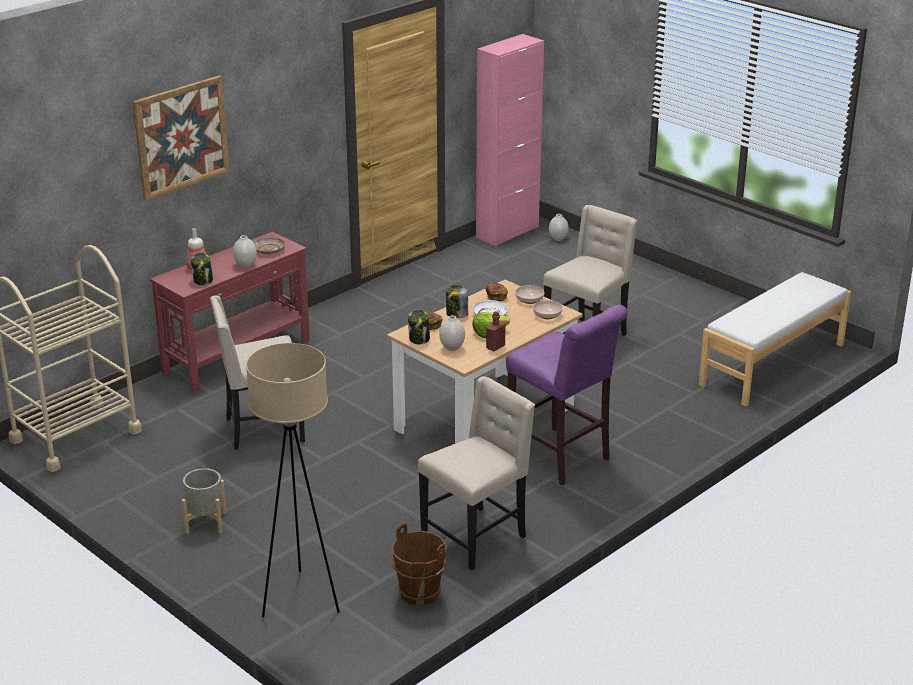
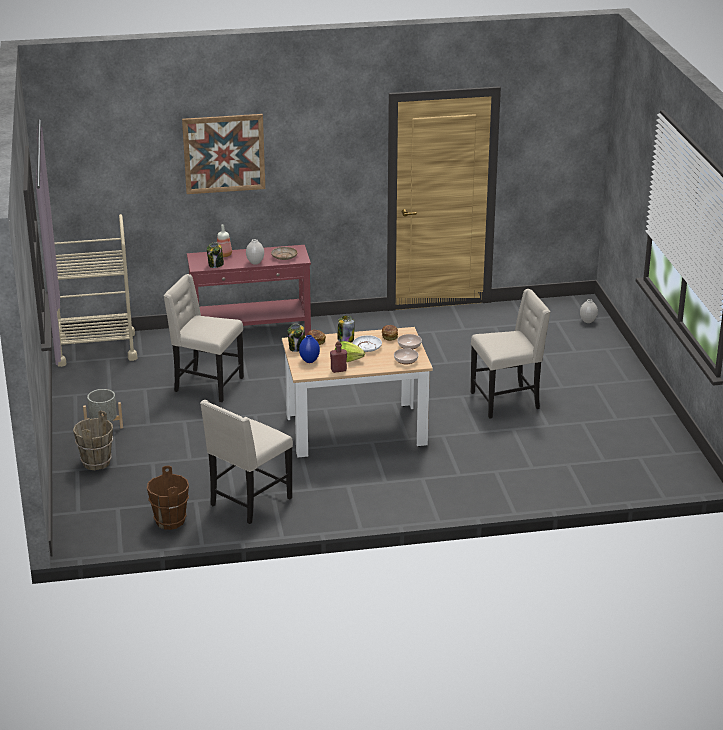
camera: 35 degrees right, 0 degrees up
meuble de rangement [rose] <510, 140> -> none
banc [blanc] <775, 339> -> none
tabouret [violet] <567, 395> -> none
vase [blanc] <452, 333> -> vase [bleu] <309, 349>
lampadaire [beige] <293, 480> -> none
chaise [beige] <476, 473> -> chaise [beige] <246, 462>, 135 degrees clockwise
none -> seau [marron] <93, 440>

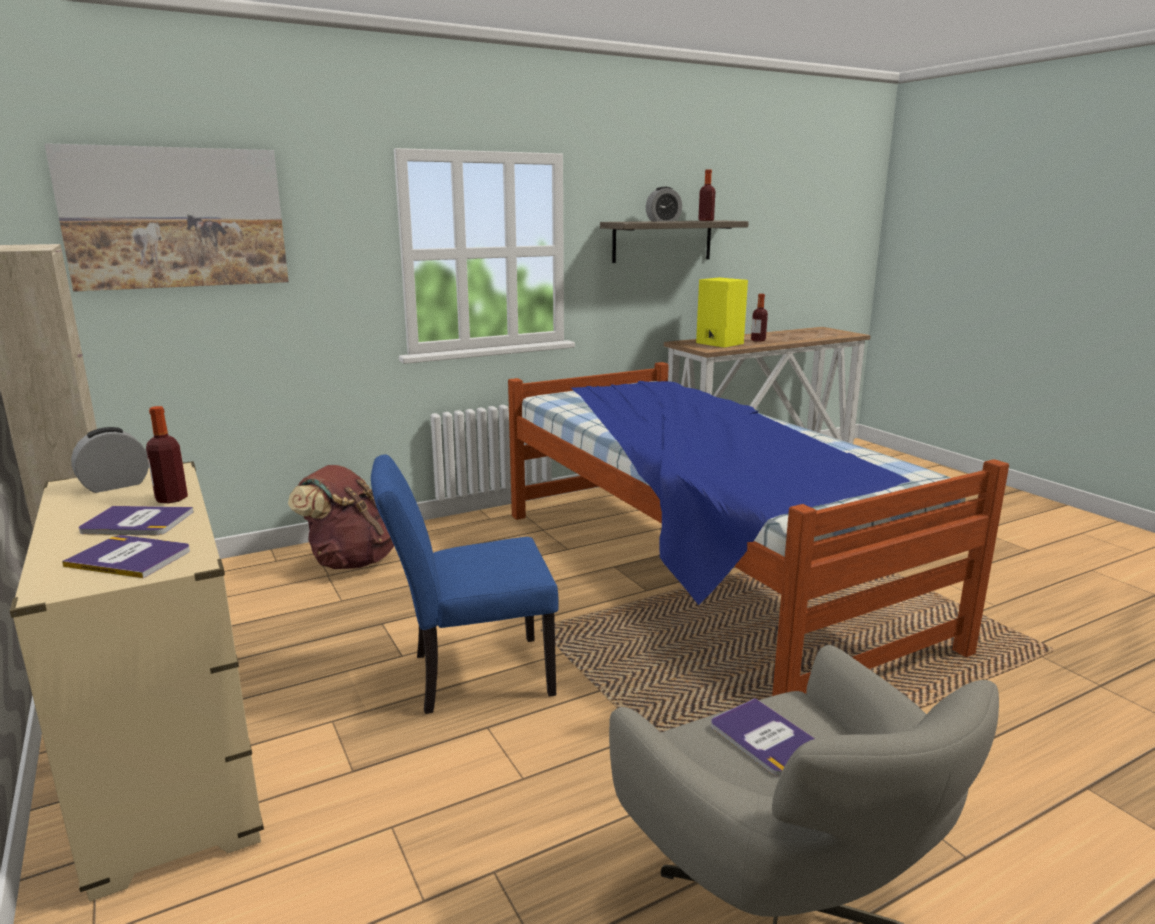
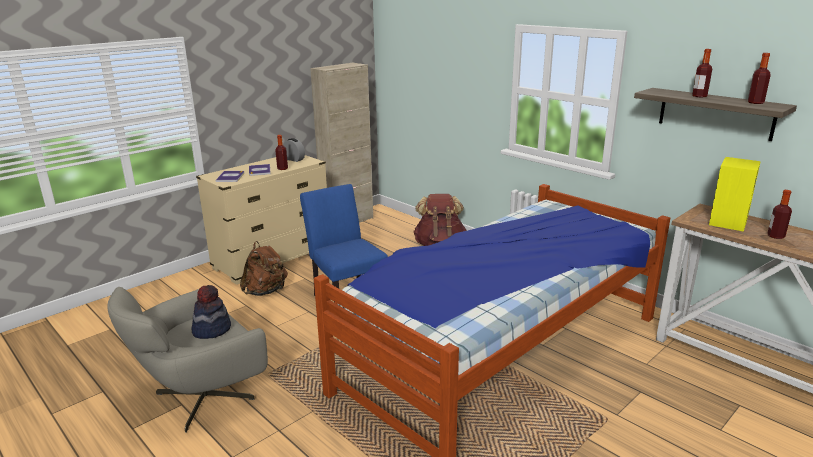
camera: 75 degrees right, 5 degrees up
tableau <166, 217> -> none
réveil <664, 204> -> bouteille <702, 73>
livre <763, 737> -> chapeau <211, 312>
none -> sac à dos [marron] <264, 268>

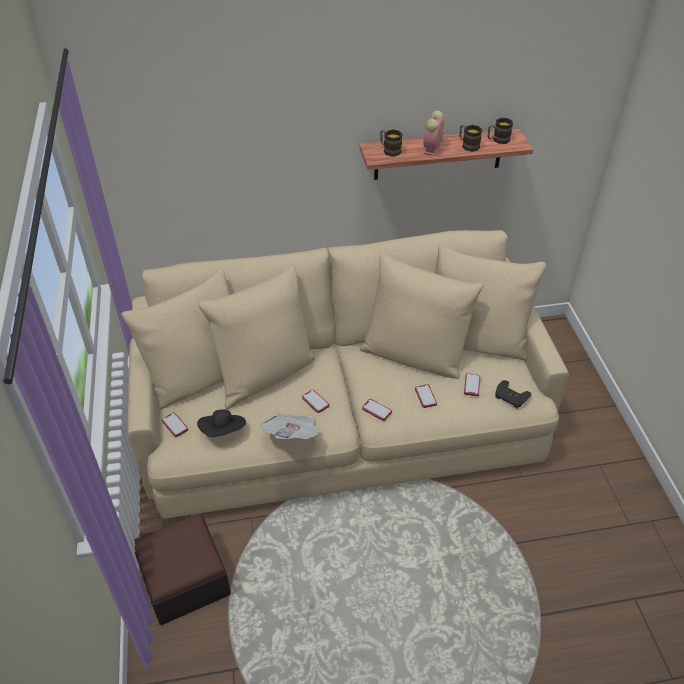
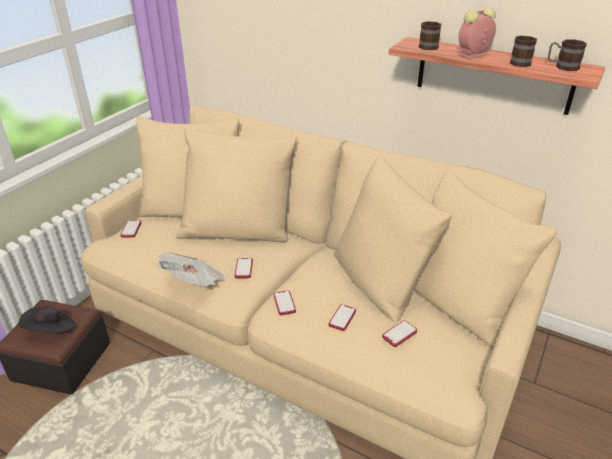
camera: 40 degrees right, 10 degrees down
manette [noir] <513, 394> -> none
chapeau [noir] <221, 423> -> chapeau [noir] <47, 319>, move

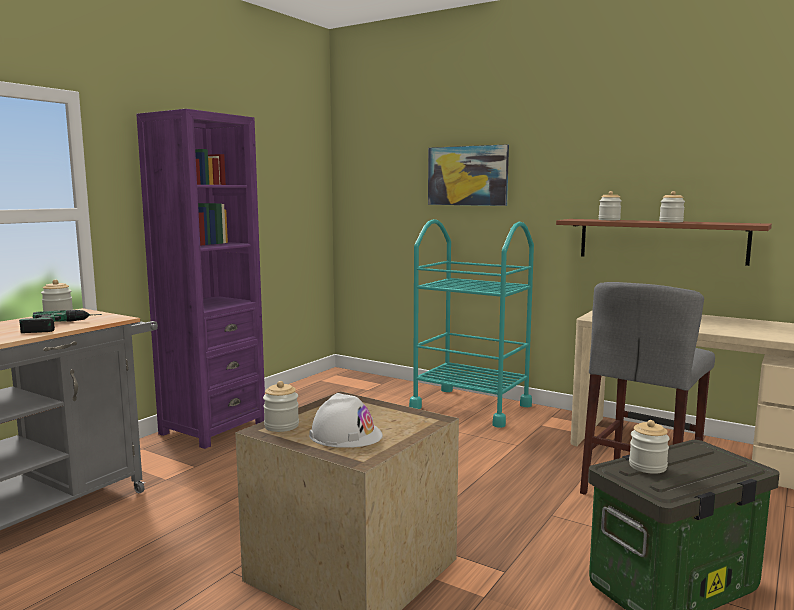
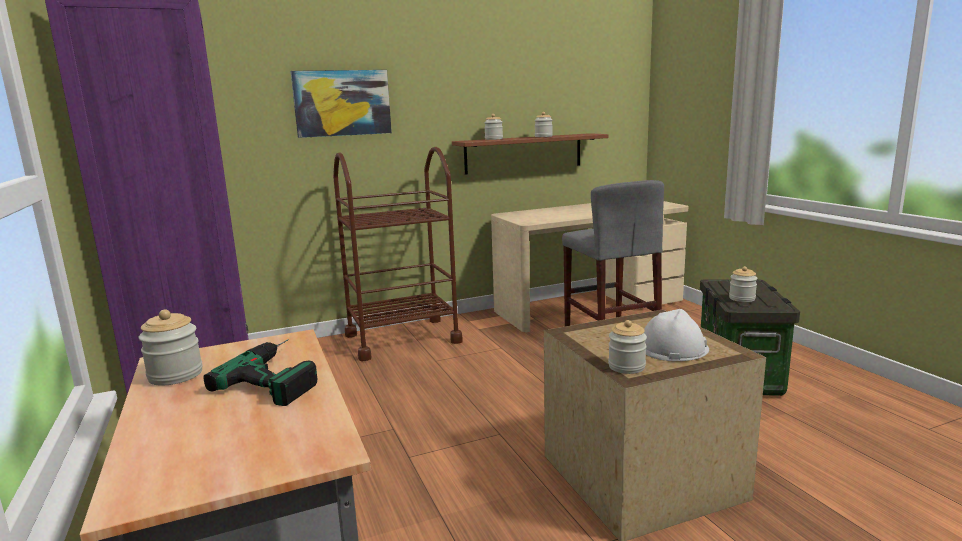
camera: 55 degrees left, 5 degrees up
chariot [turquoise] <471, 323> -> chariot [marron] <398, 254>

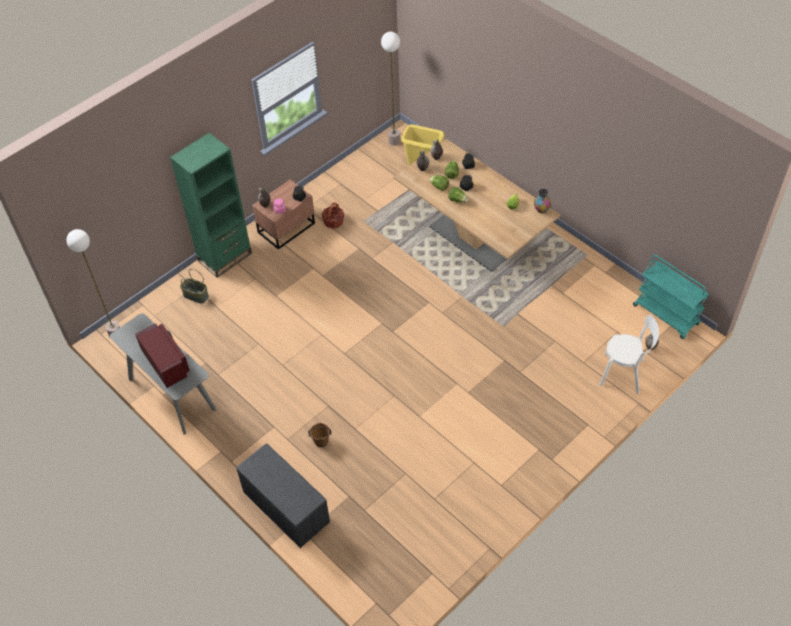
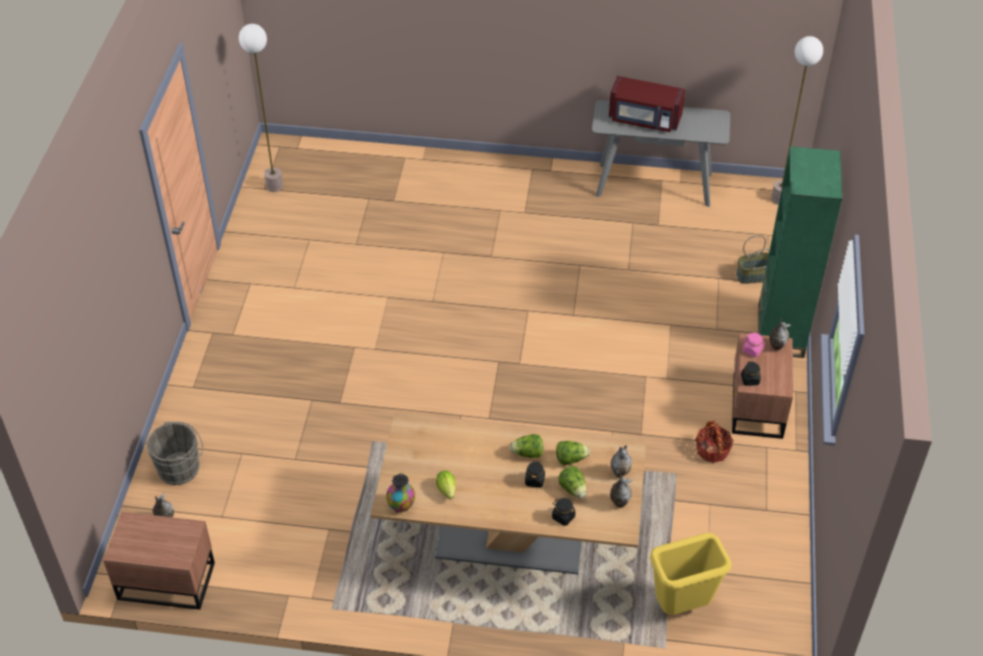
camera: 140 degrees right, 5 degrees down
lampadaire <390, 89> -> lampadaire <261, 108>, move
chariot [turquoise] <671, 296> -> table de chevet [marron] <159, 561>
chaise [blanc] <629, 354> -> seau [gris] <175, 453>
seau [marron] <319, 435> -> none
banc [gris] <283, 495> -> none

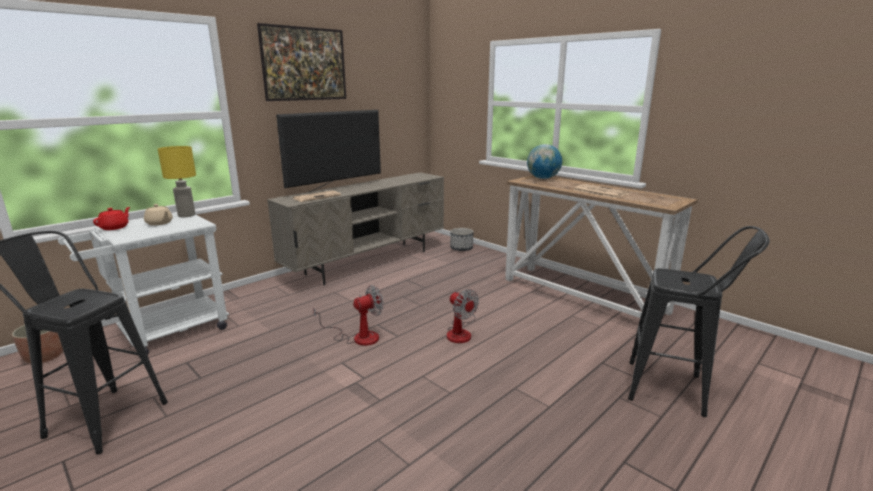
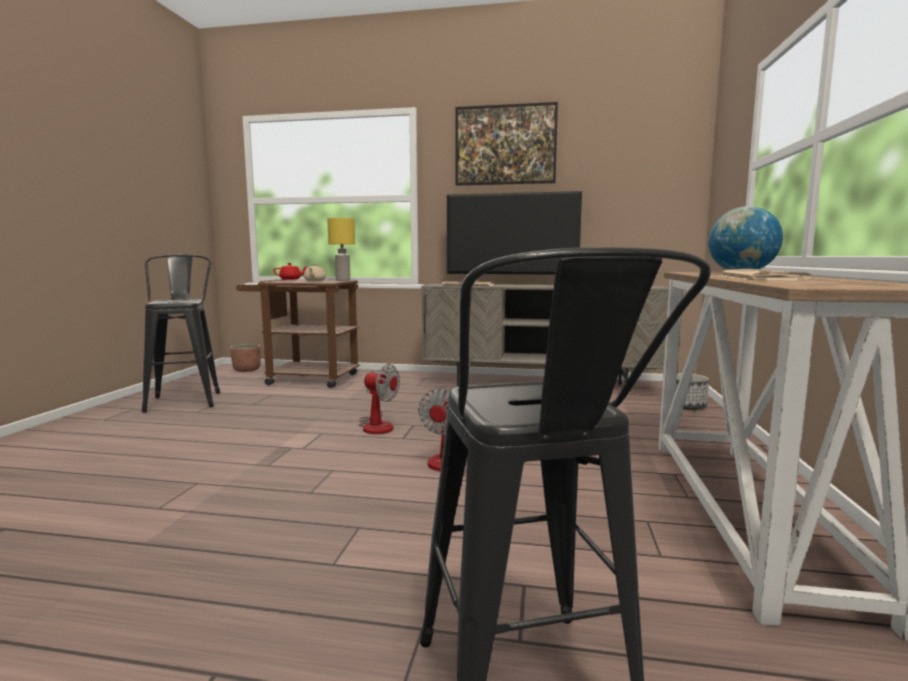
camera: 55 degrees right, 10 degrees down
chariot [blanc] <143, 284> -> chariot [marron] <298, 333>

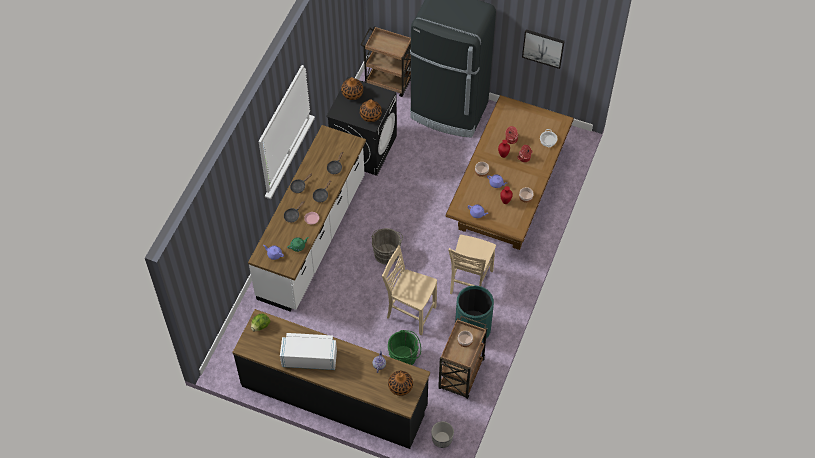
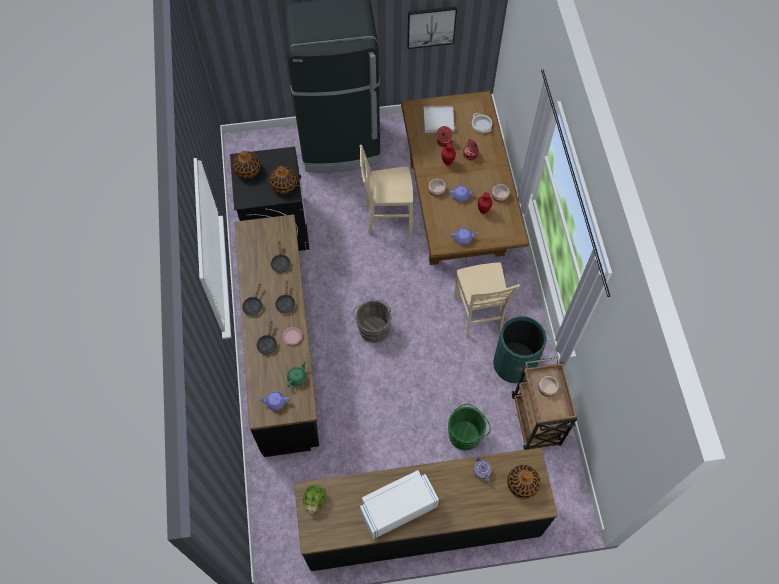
camera: 30 degrees left, 5 degrees up
chariot [marron] <386, 61> -> none
comptoir de cuisine [blanc] <307, 218> -> comptoir de cuisine [noir] <276, 335>
chaise [beige] <409, 290> -> chaise [beige] <386, 189>, move
cache-pot <442, 434> -> none
none -> plateau [blanc] <439, 119>

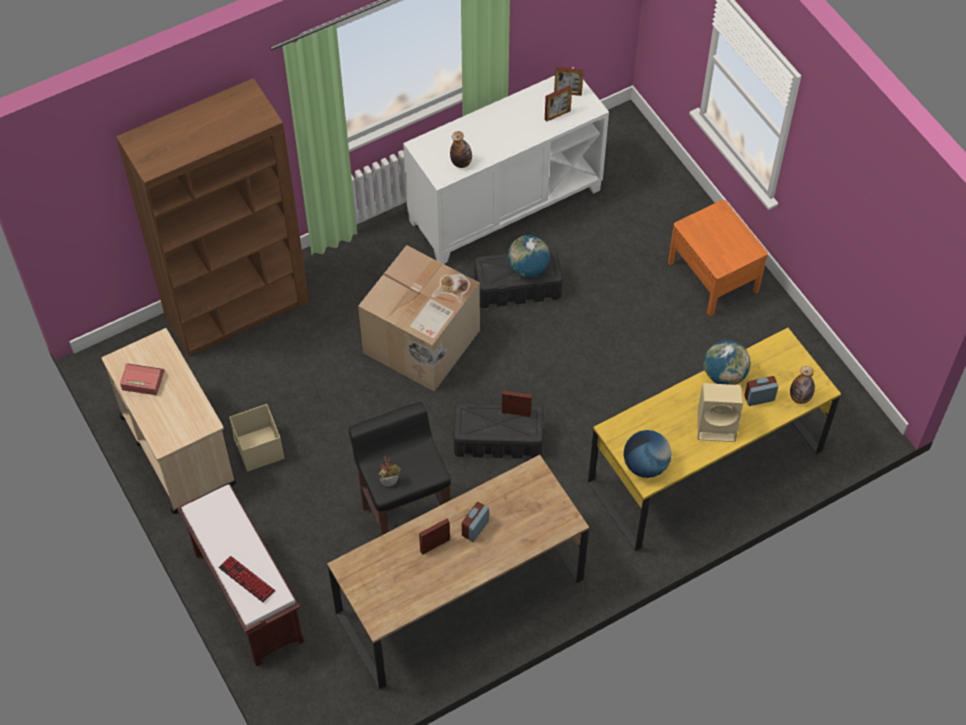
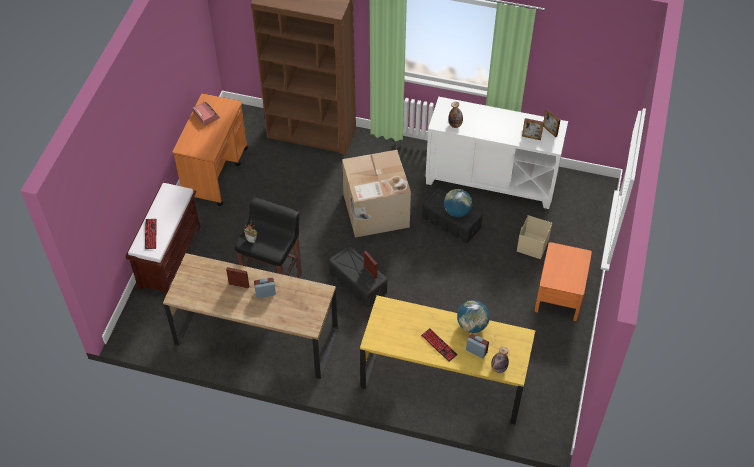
camera: 45 degrees right, 5 degrees down
chariot [beige] <169, 421> -> chariot [orange] <210, 149>
enceinte [beige] <720, 412> -> clavier <439, 345>
boîte de rangement [beige] <256, 438> -> boîte de rangement [beige] <534, 237>, move
globe <647, 454> -> none

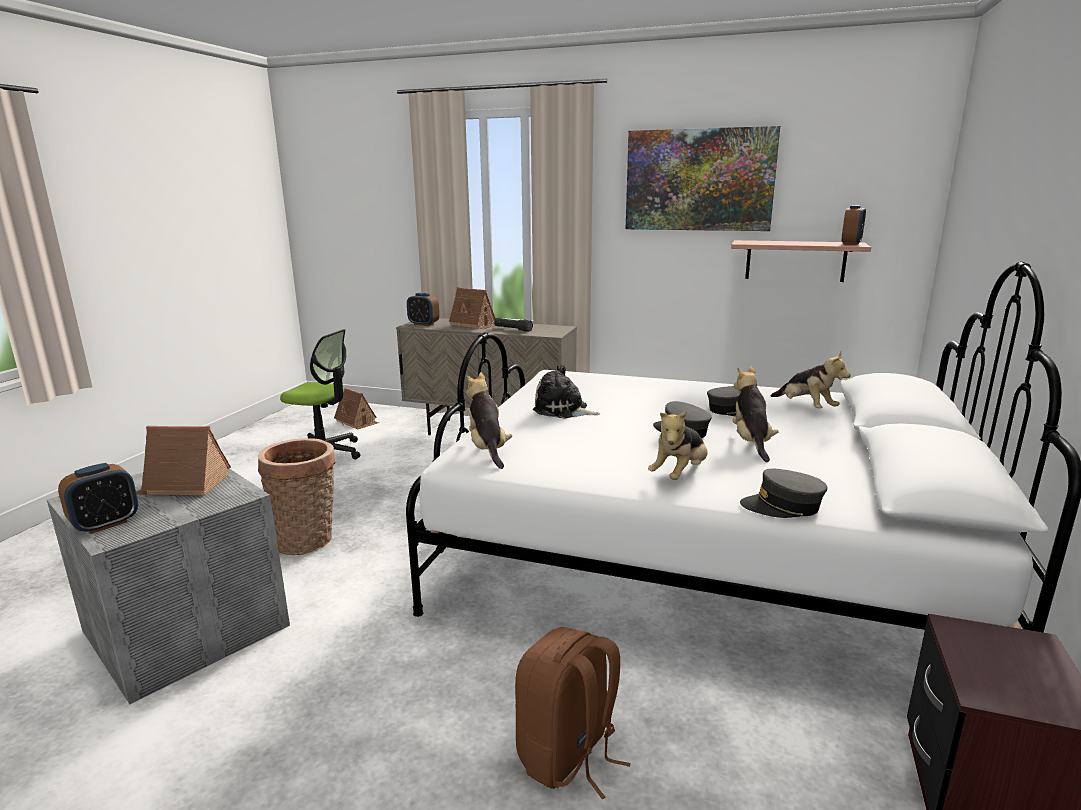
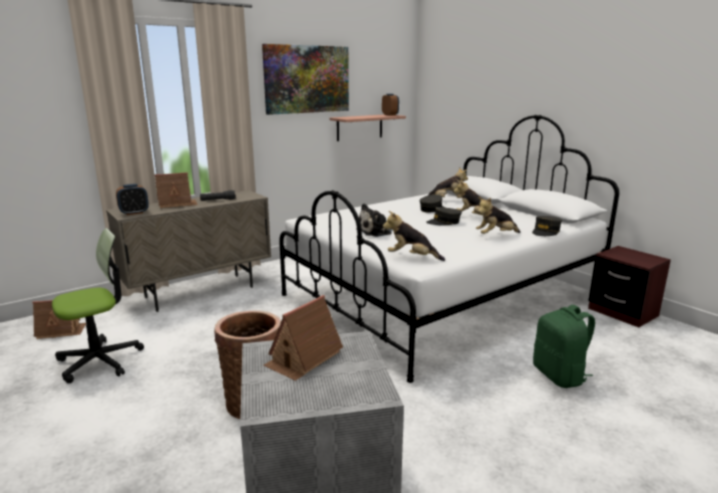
camera: 55 degrees left, 0 degrees up
peluche <678, 445> -> peluche <498, 215>, 90 degrees clockwise
réveil <98, 498> -> none
sac à dos [marron] <573, 713> -> sac à dos [vert] <564, 346>

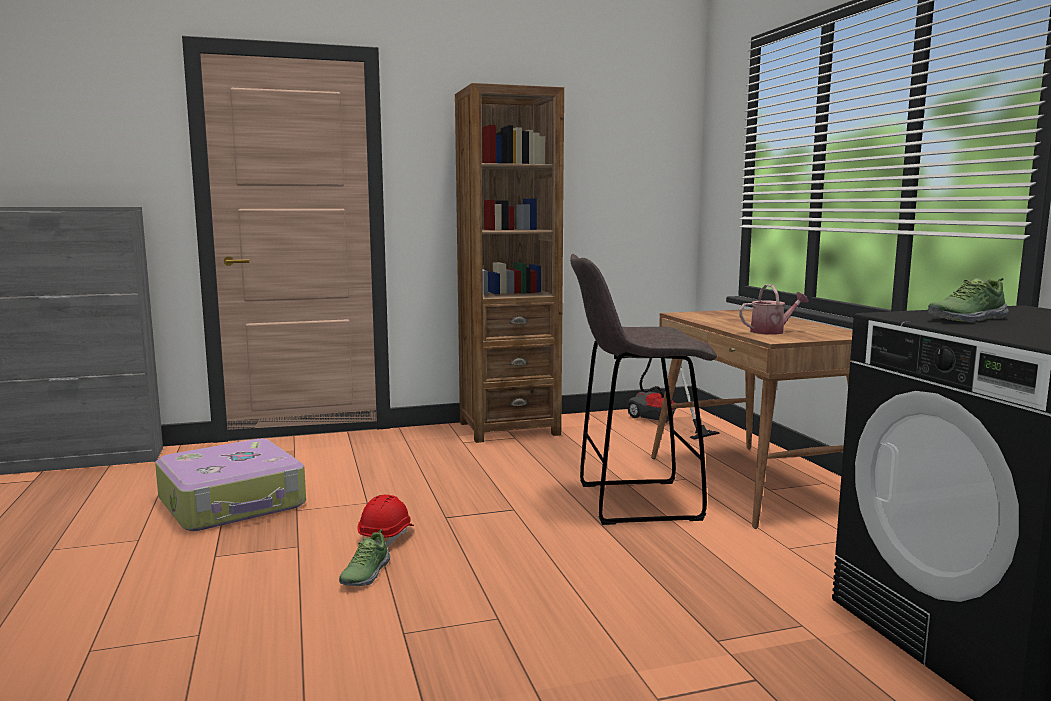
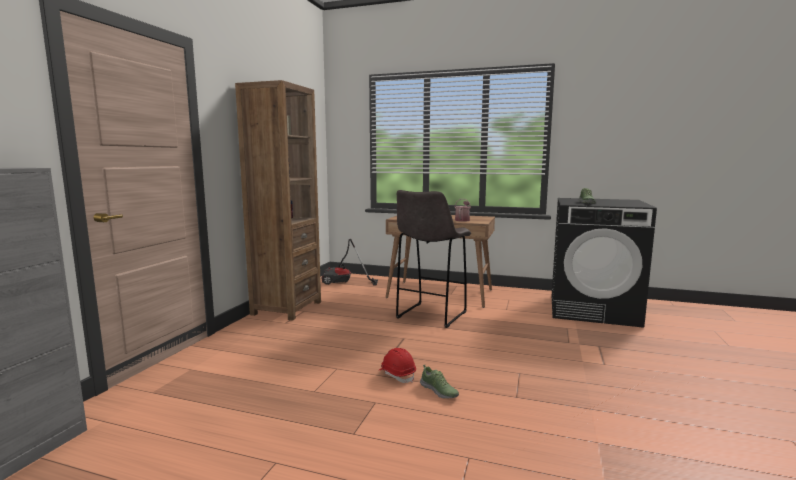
camera: 55 degrees left, 0 degrees up
valise <230, 485> -> none

